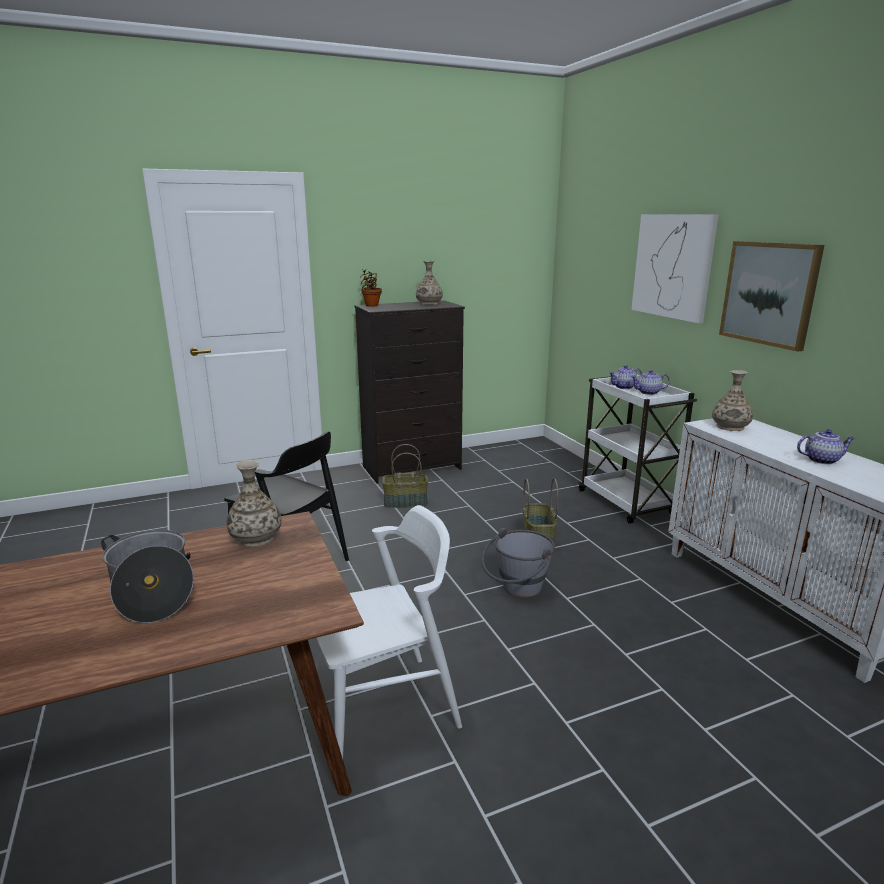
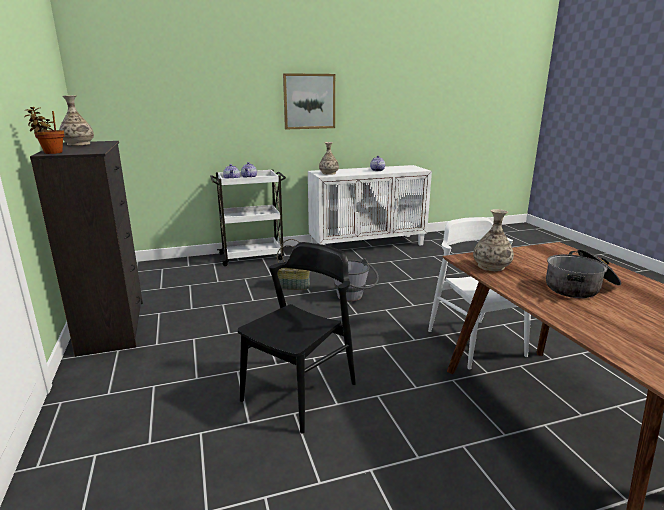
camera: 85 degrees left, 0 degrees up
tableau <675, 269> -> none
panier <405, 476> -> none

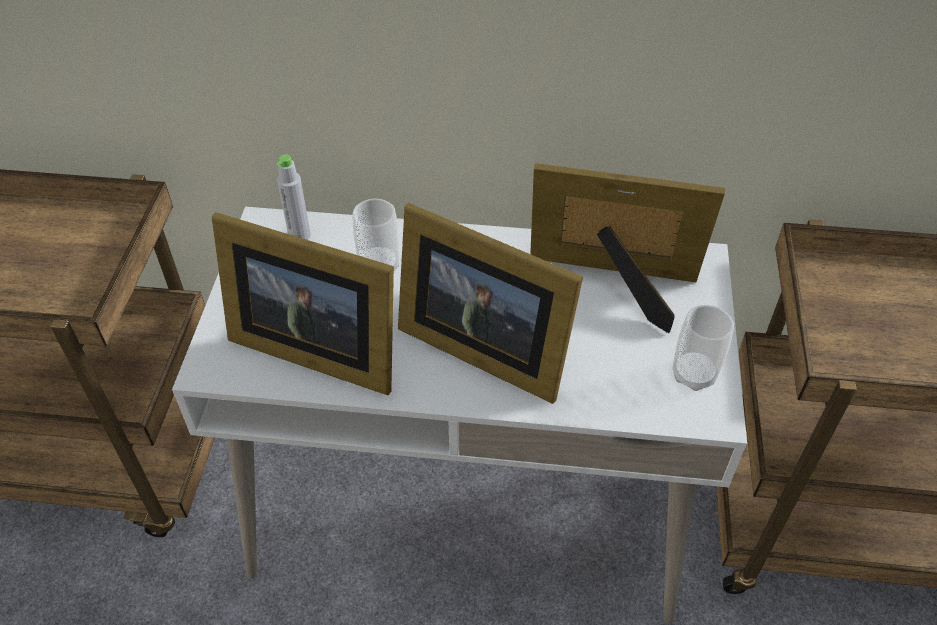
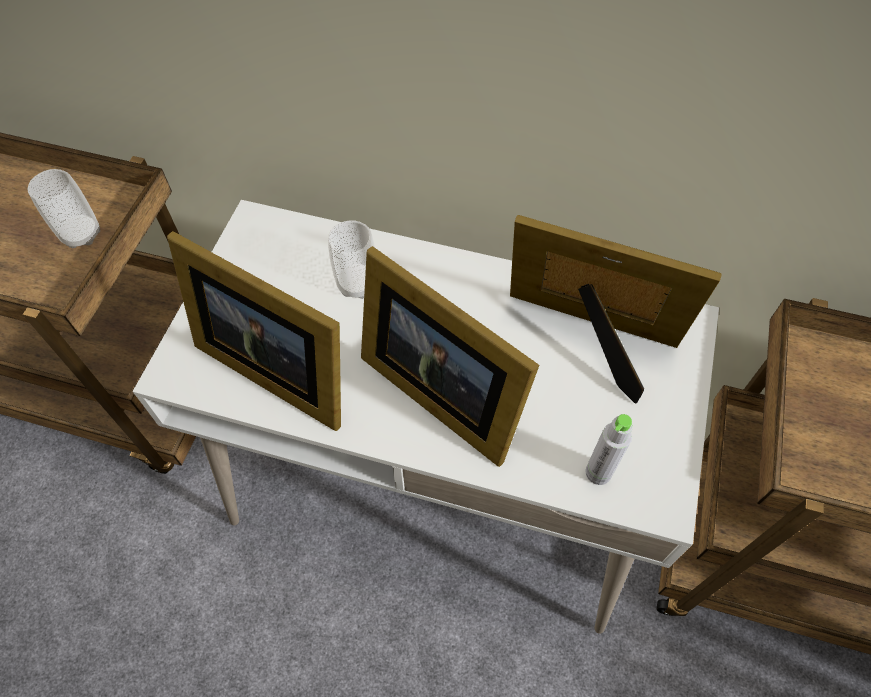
camera: 10 degrees right, 10 degrees up
bouteille [gris] <294, 197> -> bouteille [gris] <609, 449>, move
tasse <703, 348> -> tasse <64, 208>, move

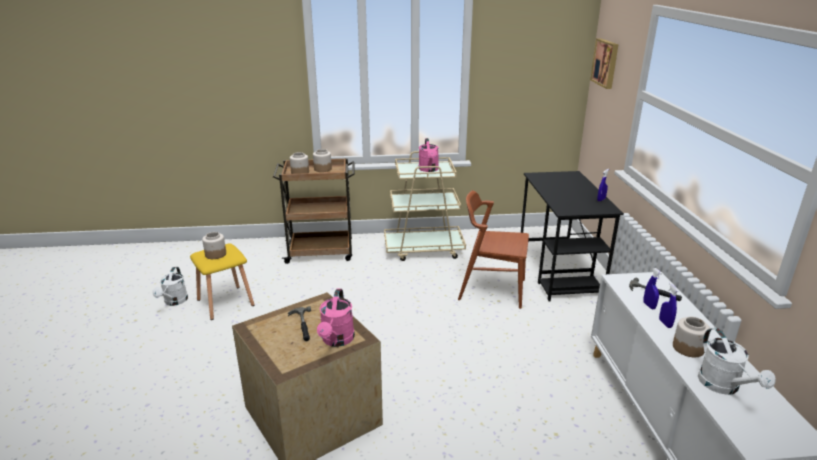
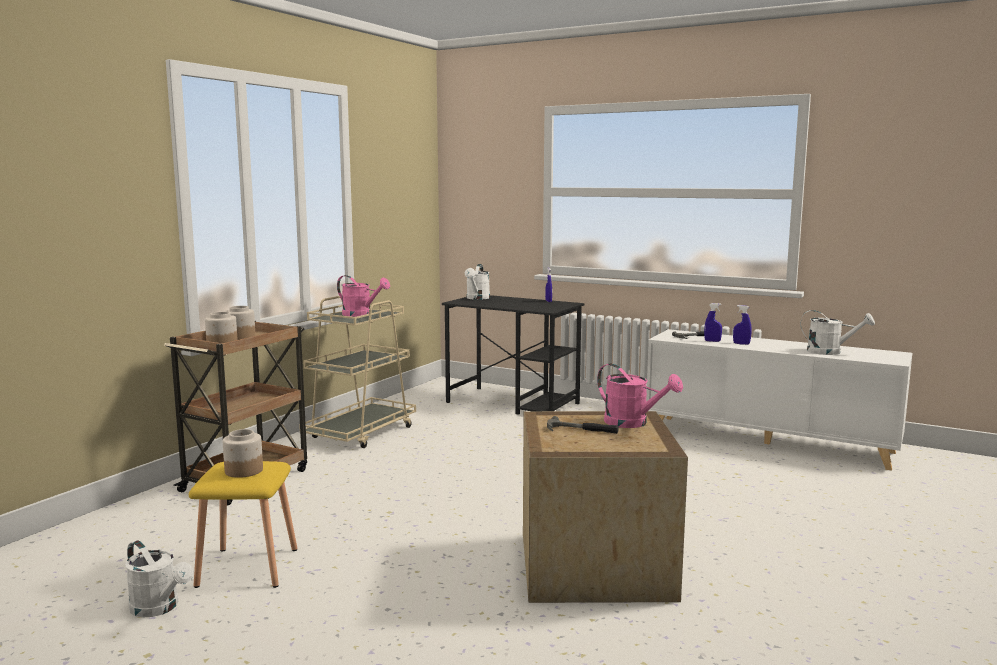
camera: 55 degrees left, 15 degrees down
tableau <604, 63> -> none
chaise [marron] <493, 249> -> none
bocal <691, 337> -> none
none -> arrosoir [blanc] <477, 282>

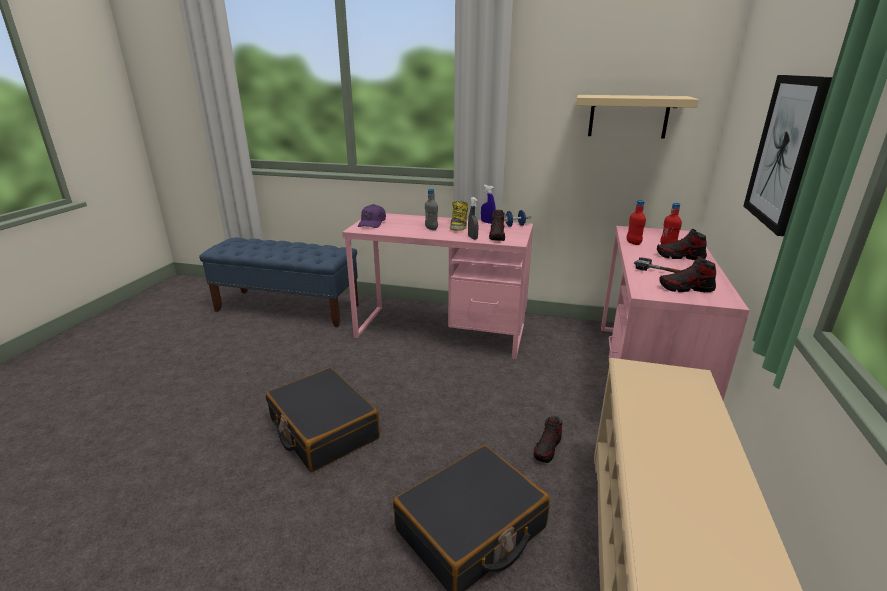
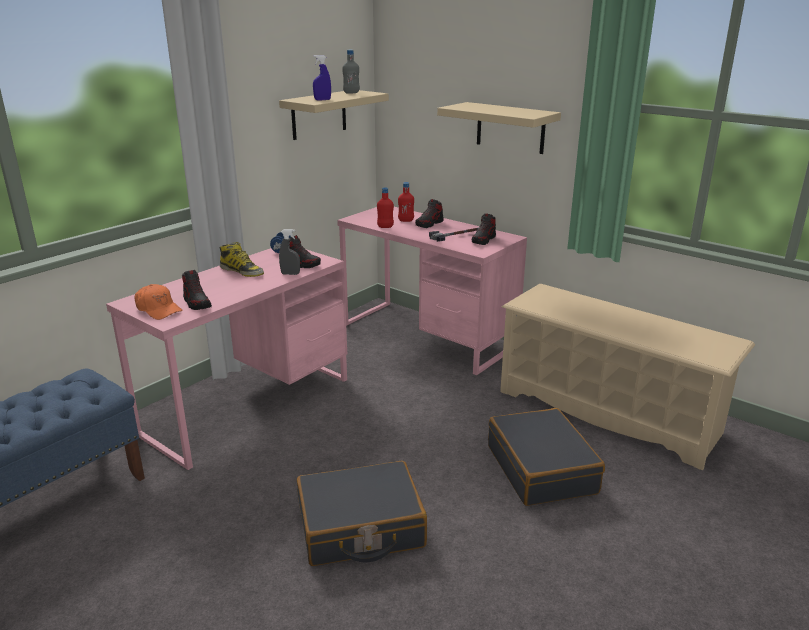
camera: 65 degrees left, 0 degrees up
tableau <787, 155> -> étagère [beige] <499, 128>
vaporisateur [bleu] <488, 204> -> vaporisateur [bleu] <322, 77>, move
bouteille [gris] <431, 209> -> bouteille [gris] <351, 71>, move
casquette [violet] <372, 216> -> casquette [orange] <159, 302>
chaussure <548, 439> -> chaussure <197, 290>, move

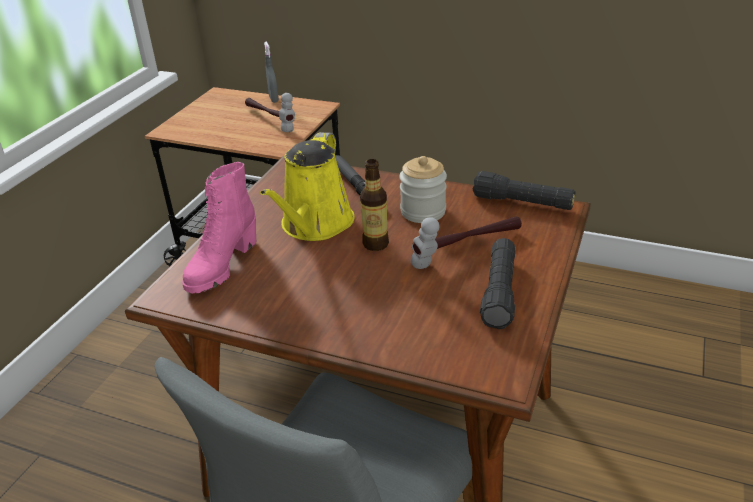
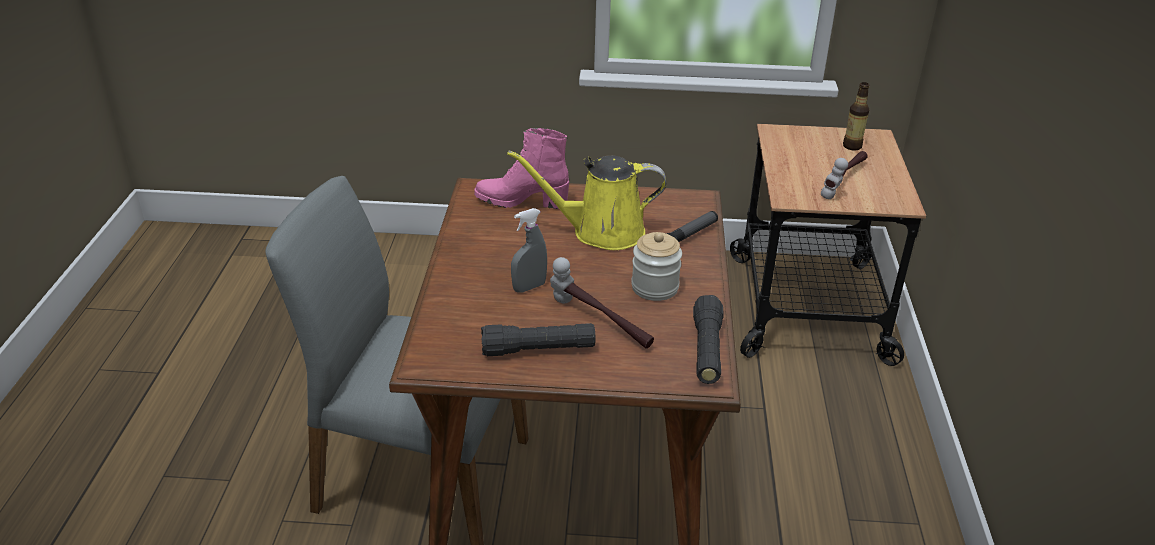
camera: 70 degrees right, 0 degrees up
vaporisateur [gris] <271, 72> -> vaporisateur [gris] <529, 250>, move
bouteille <374, 205> -> bouteille <856, 116>, move

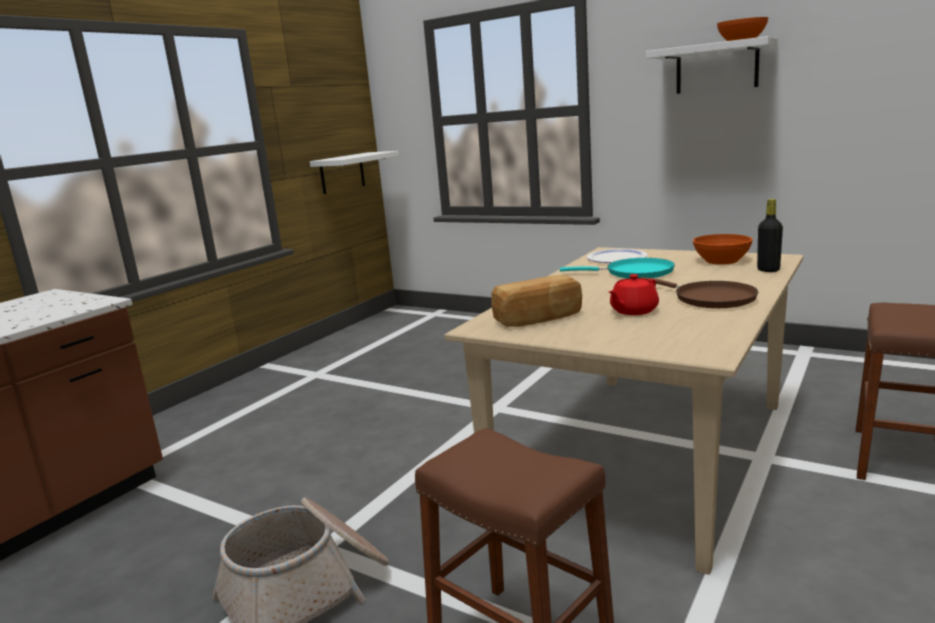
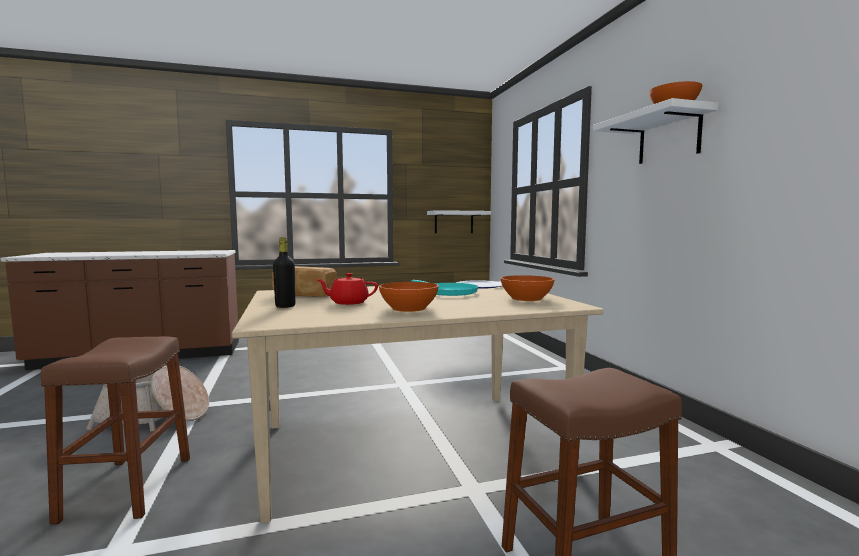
camera: 40 degrees right, 10 degrees down
bouteille [noir] <770, 235> -> bouteille [noir] <284, 272>, move
poêle [marron] <699, 292> -> bol [orange] <409, 297>

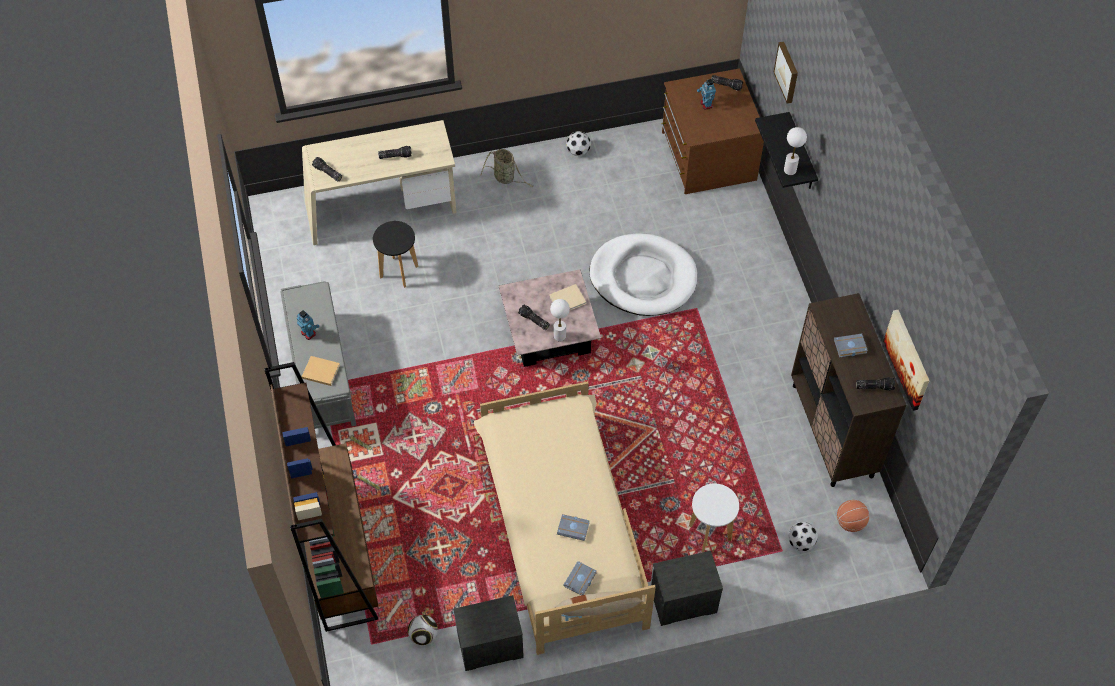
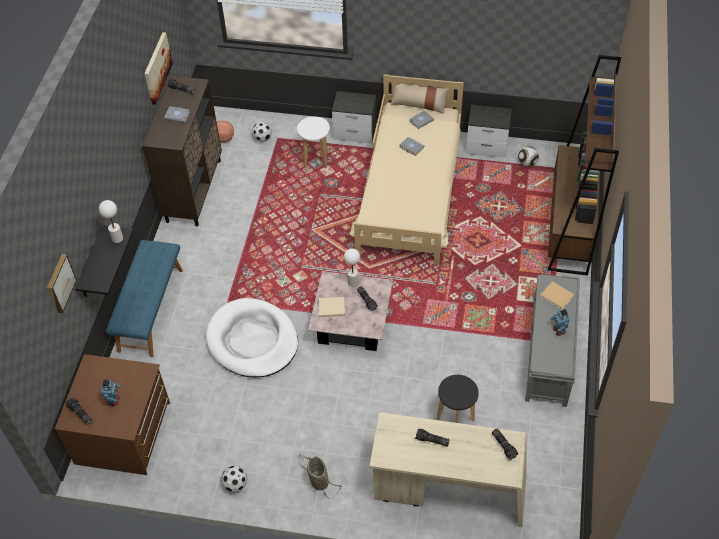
camera: 155 degrees left, 5 degrees down
none -> banc [bleu] <144, 298>

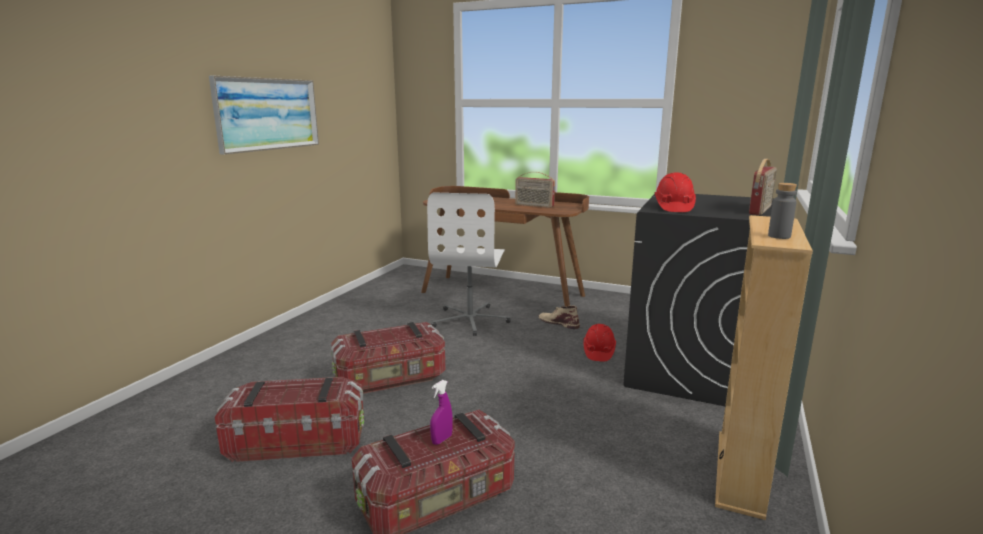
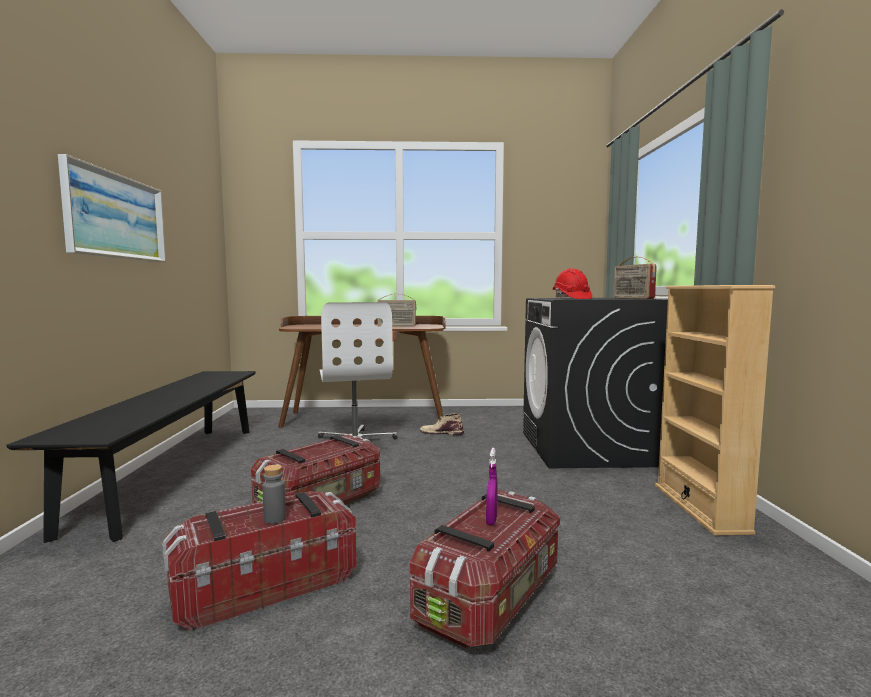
camera: 25 degrees left, 10 degrees down
radio <763, 187> -> radio <635, 278>, 150 degrees clockwise
bouteille [gris] <782, 211> -> bouteille [gris] <274, 494>, move
casque de chantier [rouge] <599, 342> -> none
none -> banc [noir] <131, 457>

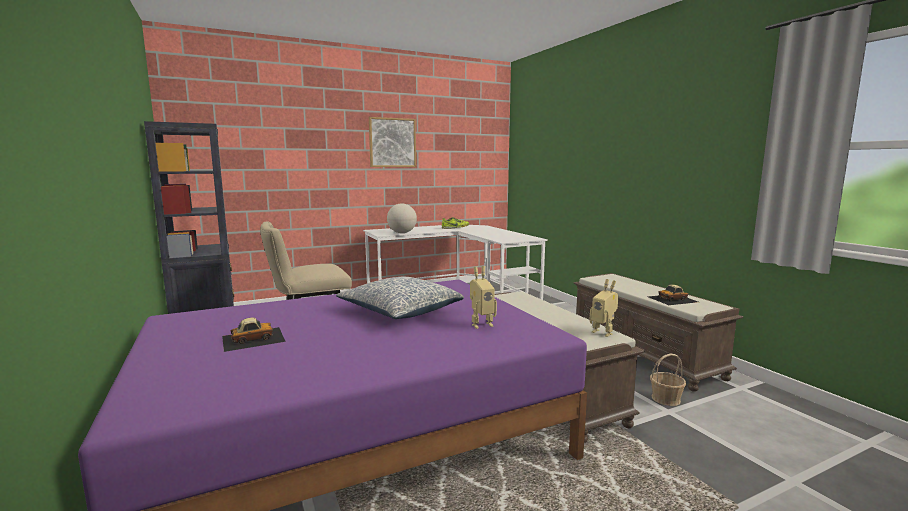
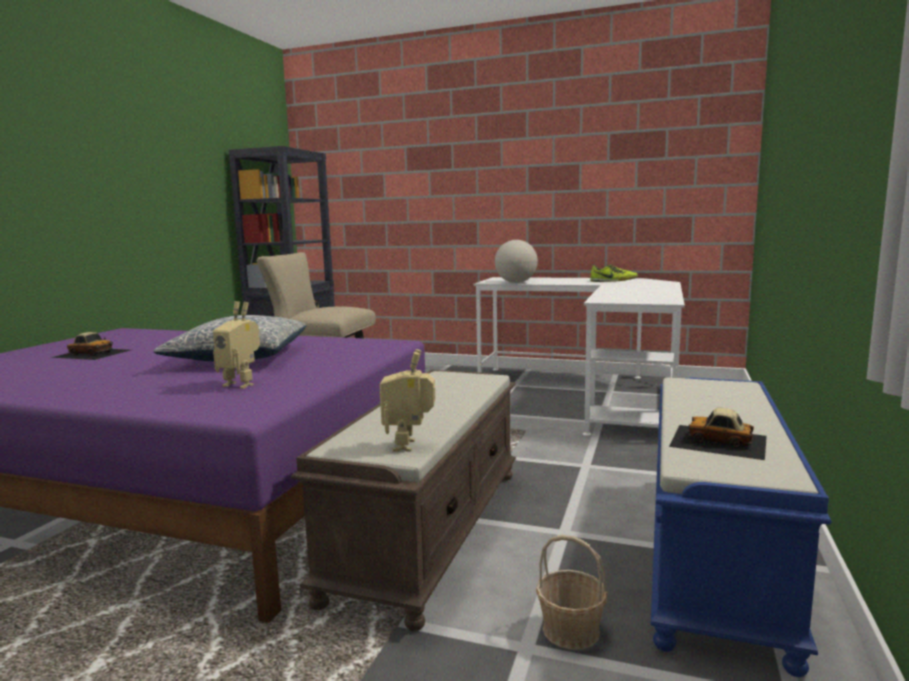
camera: 45 degrees right, 0 degrees up
tableau <392, 142> -> none
banc [marron] <658, 332> -> banc [bleu] <741, 527>

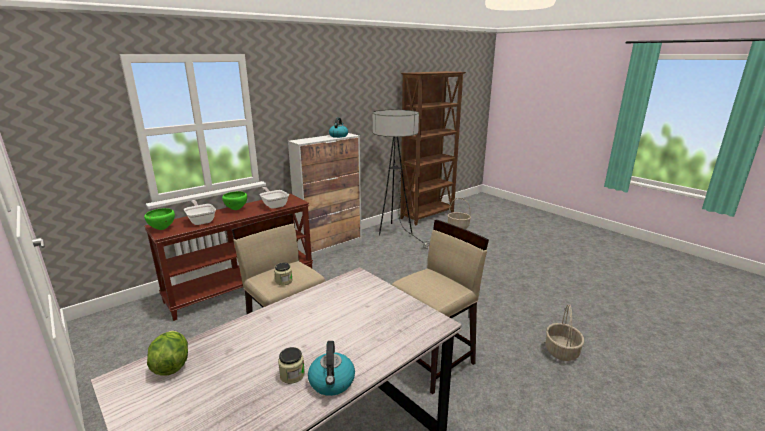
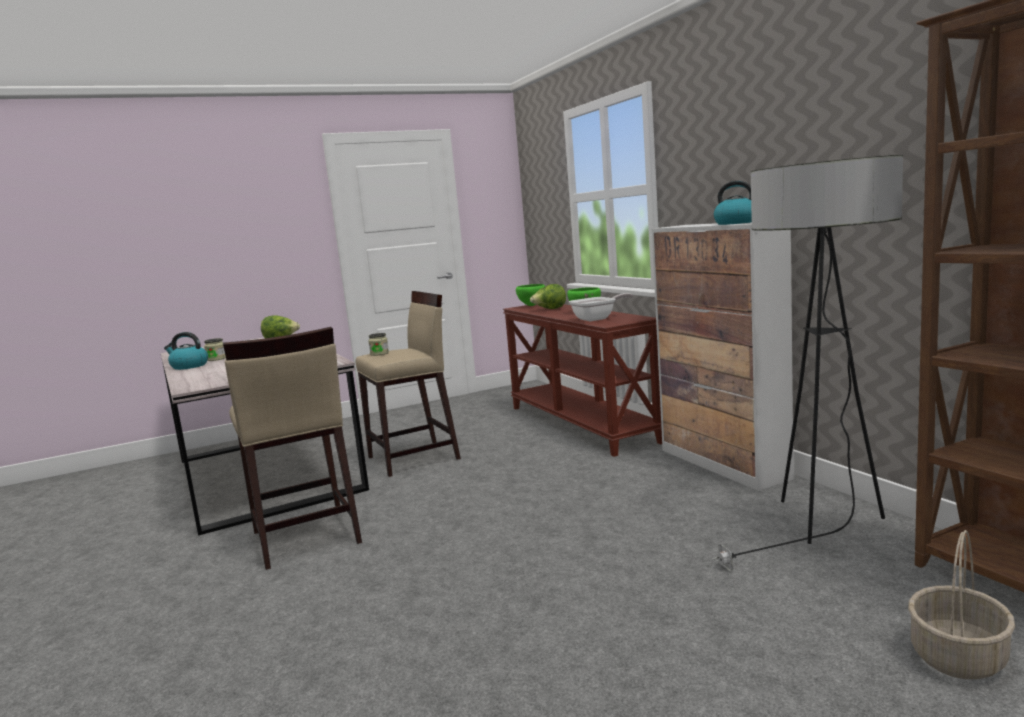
camera: 105 degrees right, 10 degrees down
poêle <200, 212> -> laitue <548, 296>
panier <564, 332> -> none

